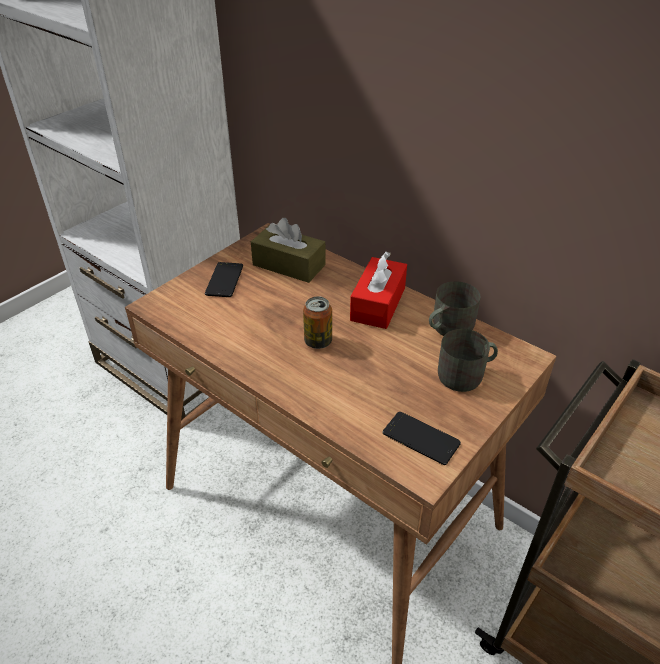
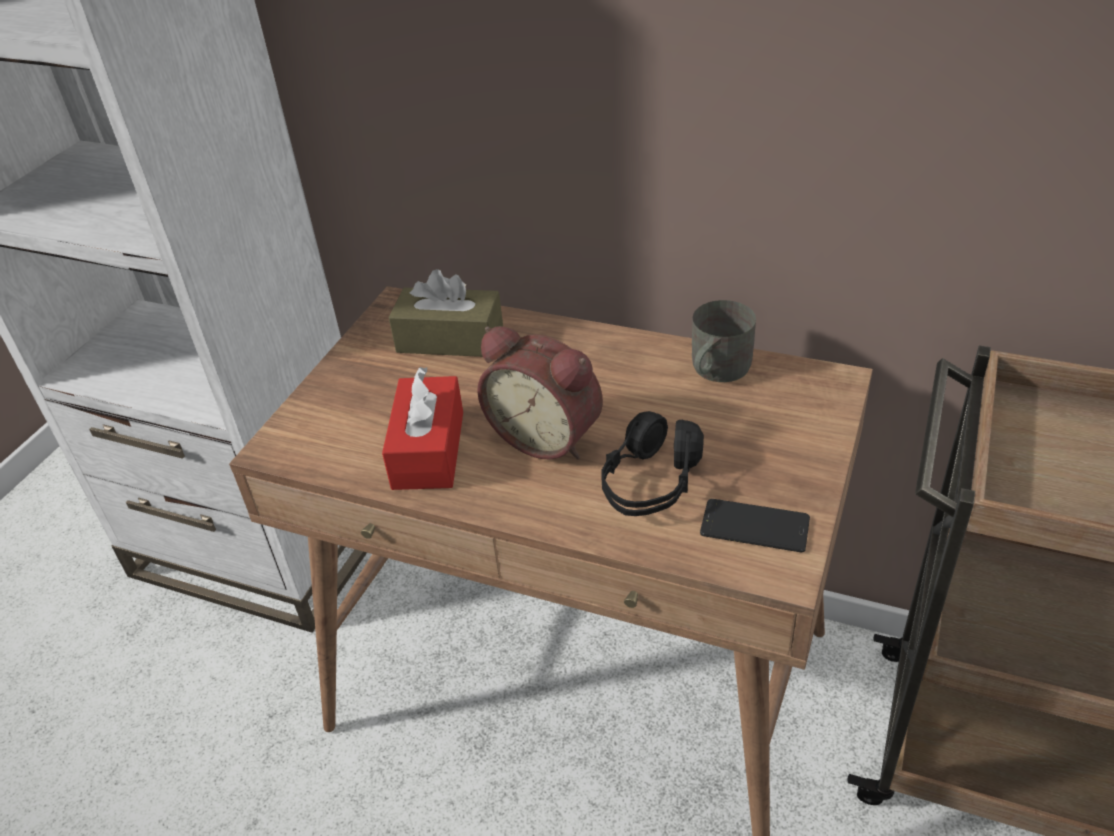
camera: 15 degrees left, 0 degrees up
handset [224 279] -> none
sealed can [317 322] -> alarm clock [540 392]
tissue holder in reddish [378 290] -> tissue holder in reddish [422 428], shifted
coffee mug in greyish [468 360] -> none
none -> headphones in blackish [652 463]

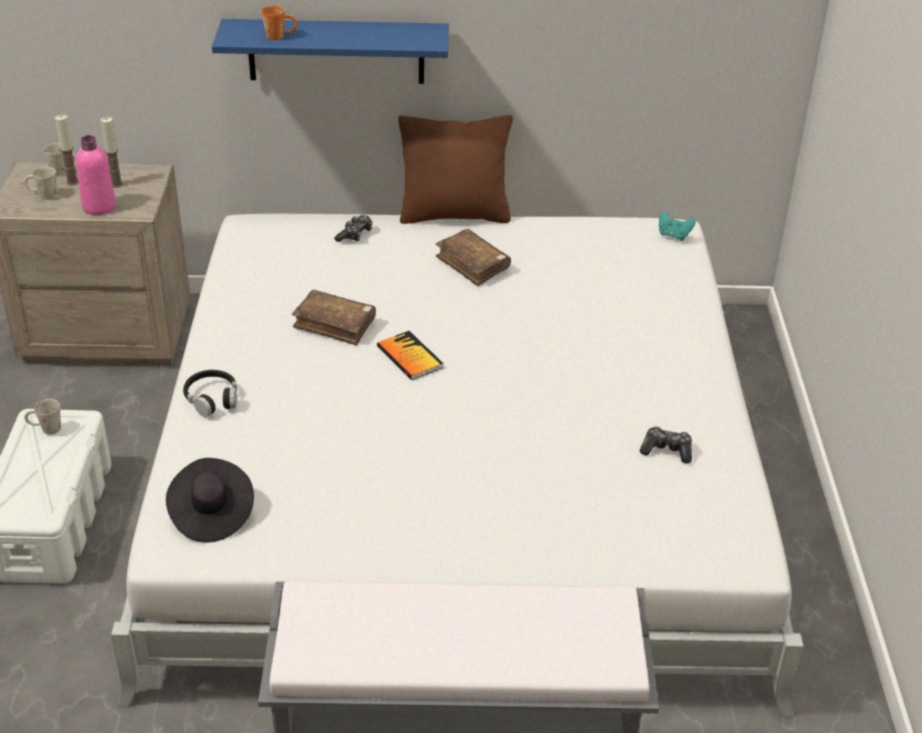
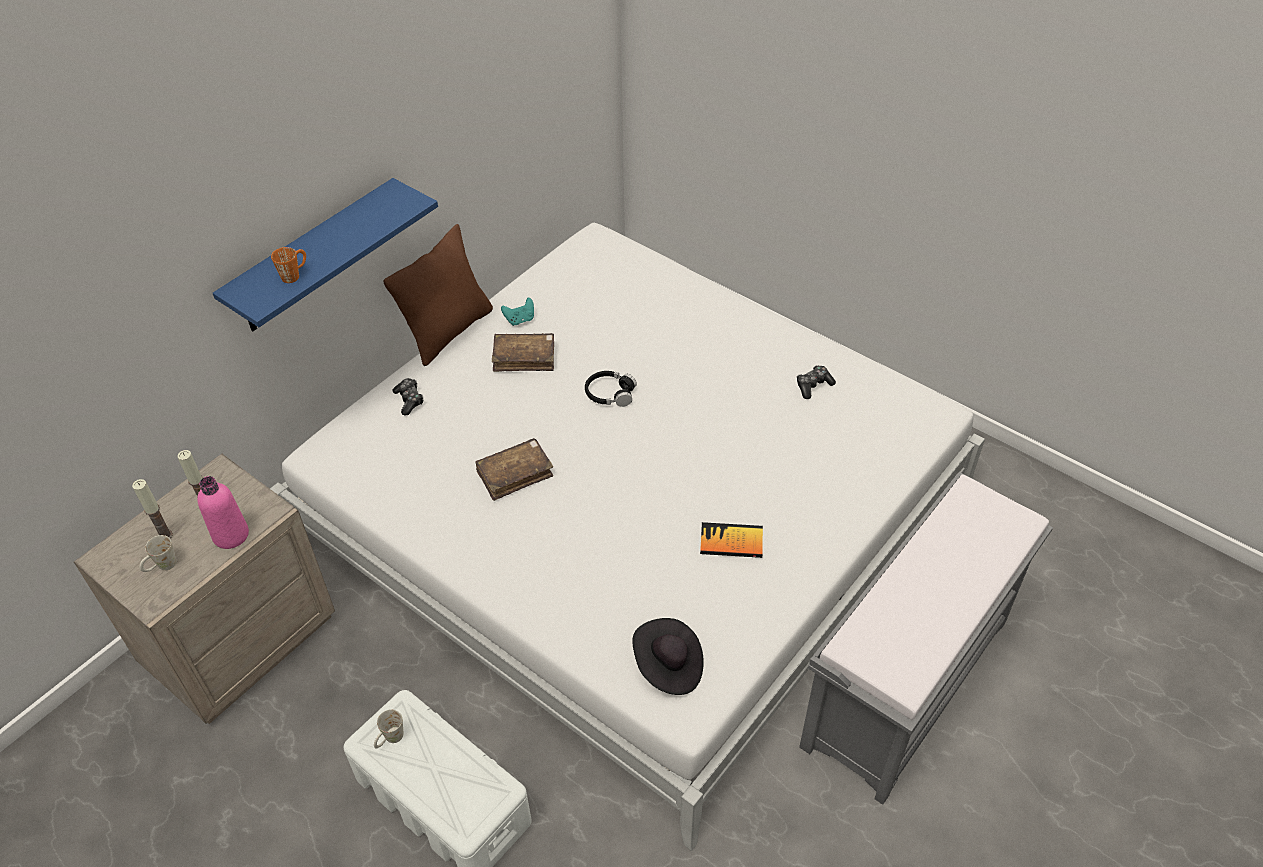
camera: 50 degrees left, 10 degrees up
coffee mug in whitish [60 159] -> none
headphones in blackish [210 393] -> headphones in blackish [611 389], shifted
bound book [410 355] -> bound book [731 540], shifted
gamepad in turquoise [677 226] -> gamepad in turquoise [517 312], shifted

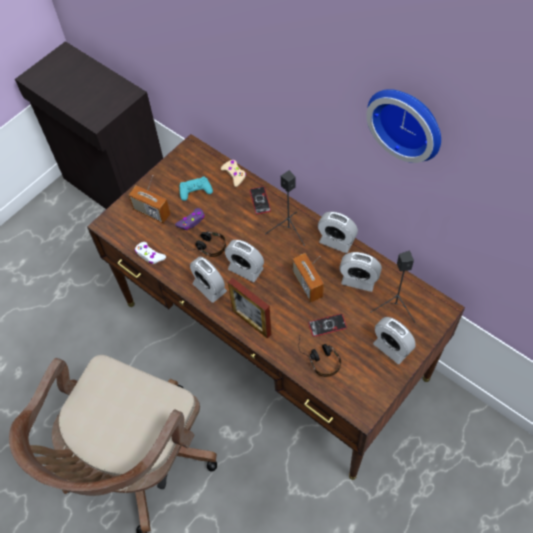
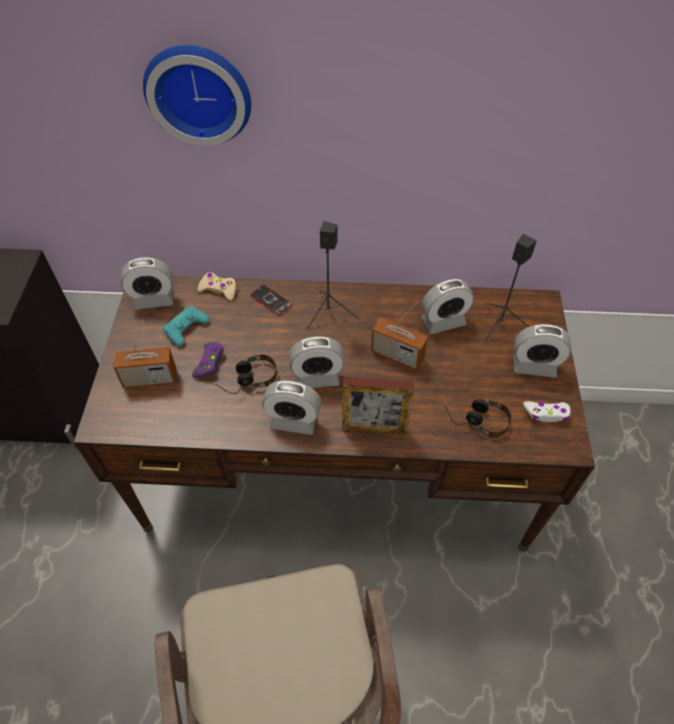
camera: 40 degrees left, 5 degrees down
gamepad in whitish [150 253] -> gamepad in whitish [547 411], shifted
handset [327 325] -> none
alarm clock [338 232] -> alarm clock [147 283], shifted
clock on the wall [403 126] -> clock on the wall [197 95], shifted

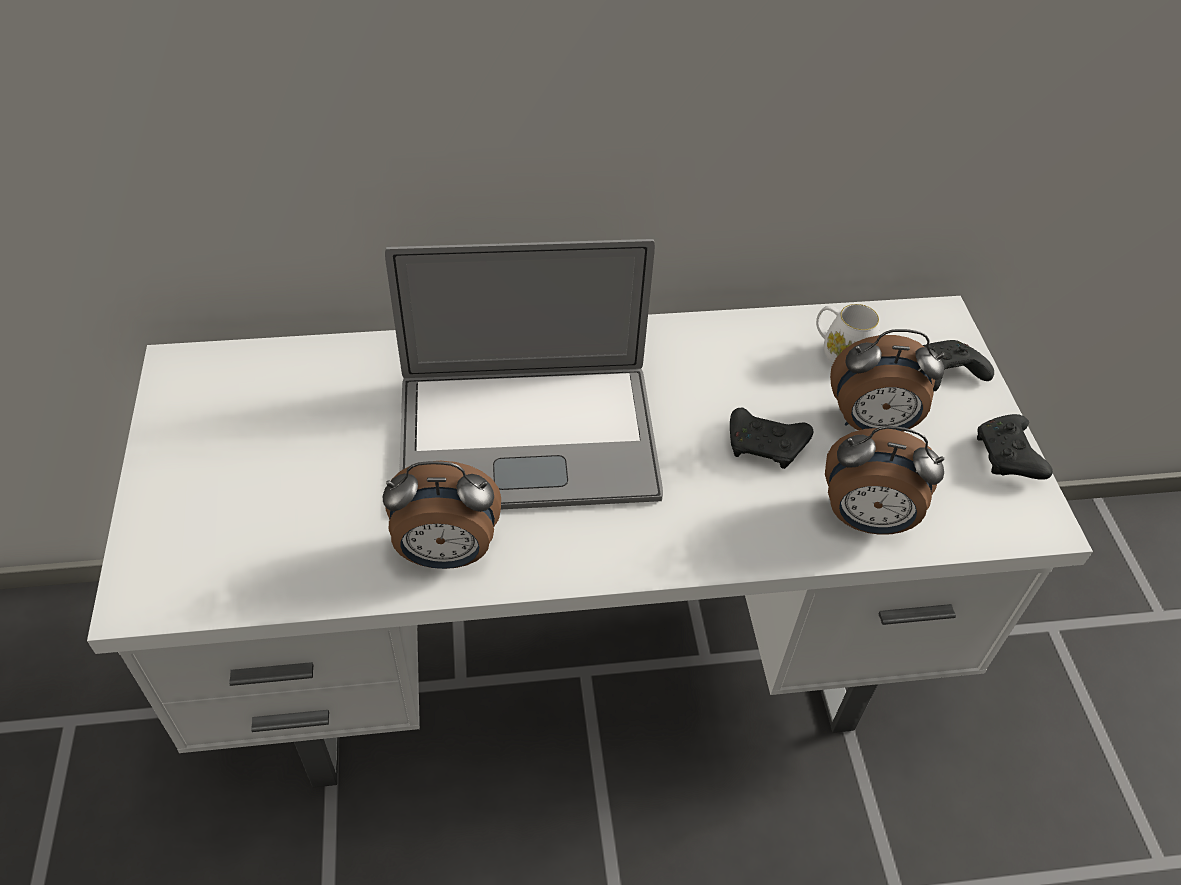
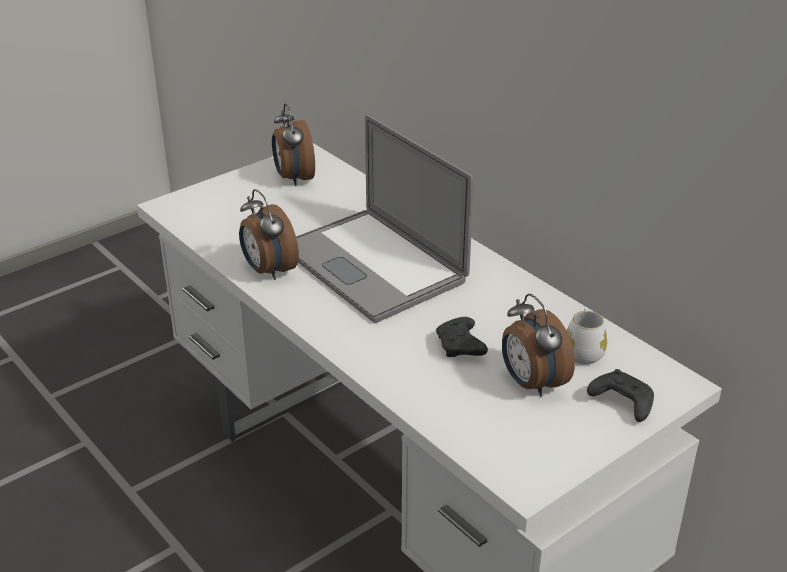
camera: 60 degrees right, 15 degrees down
alarm clock [884 480] -> alarm clock [293 144], shifted
gamepad in blackish [1015 447] -> none

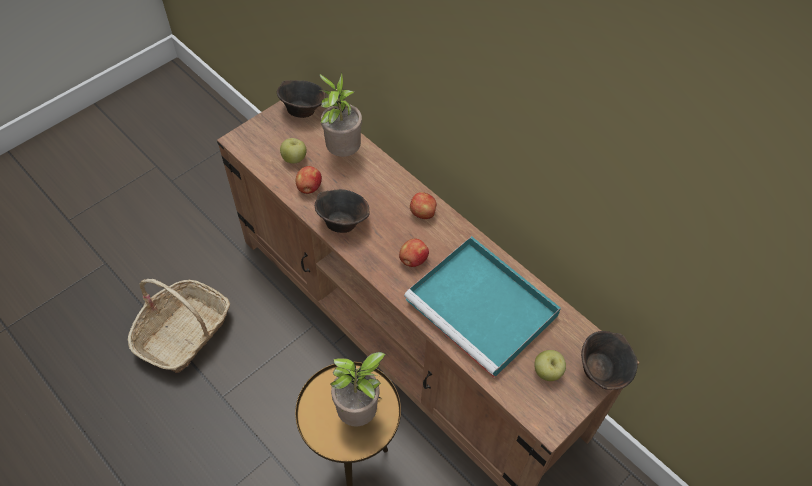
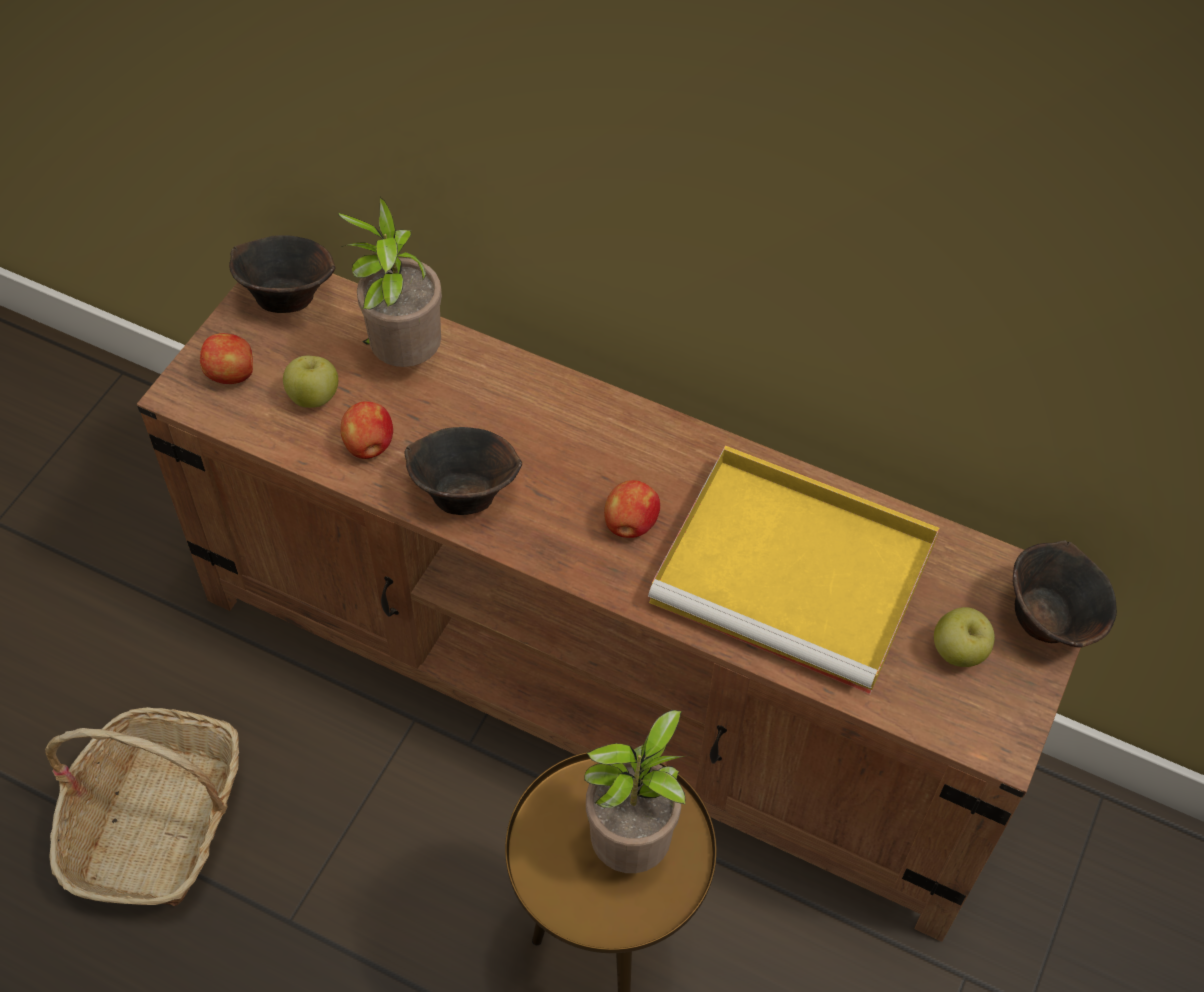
camera: 20 degrees left, 0 degrees up
tray in turquoise [482 307] -> tray in yellow [794 569]
apple fruit [423 205] -> apple fruit [226 358], shifted

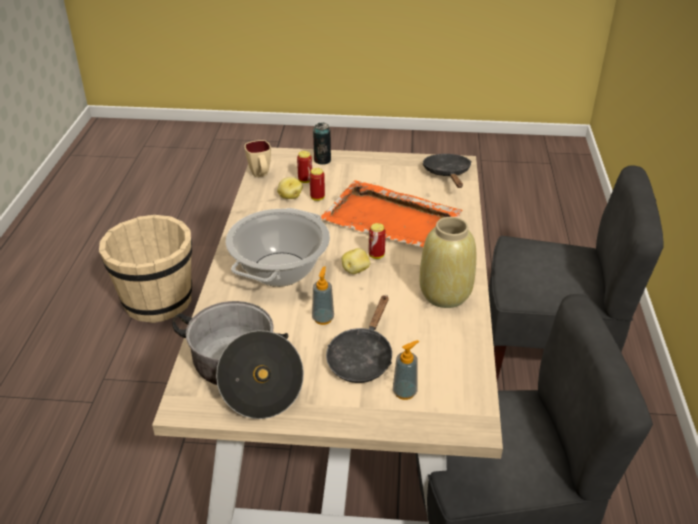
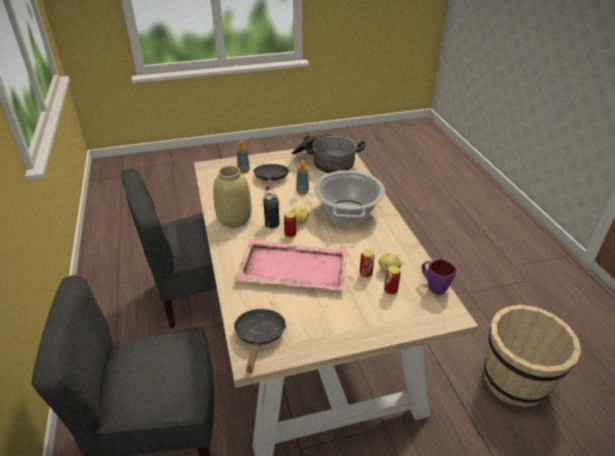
camera: 160 degrees right, 0 degrees up
coffee mug in sand-coloured [258 158] -> coffee mug in purple-coloured [439 277]
sealed can [322 144] -> sealed can [272 210], shifted
tray in orange-coloured [392 213] -> tray in pink [291 265]
frying pan in blackish [447 171] -> frying pan in blackish [260 341], 150 degrees counterclockwise

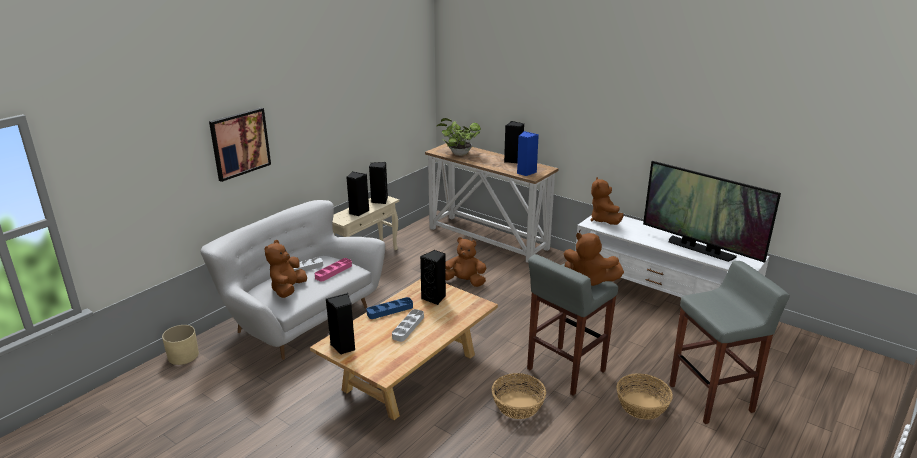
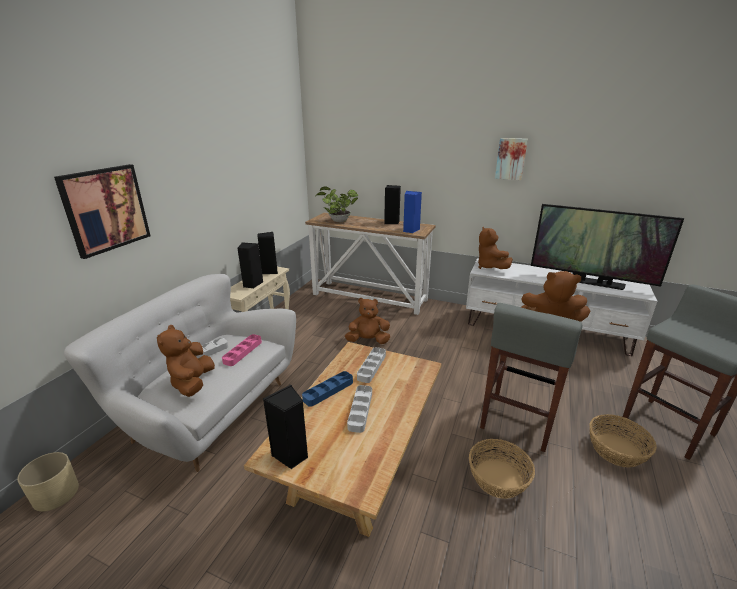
camera: 15 degrees left, 0 degrees up
speaker in blackish [433 277] -> tray in greyish [371 365]
none -> picture [511 159]

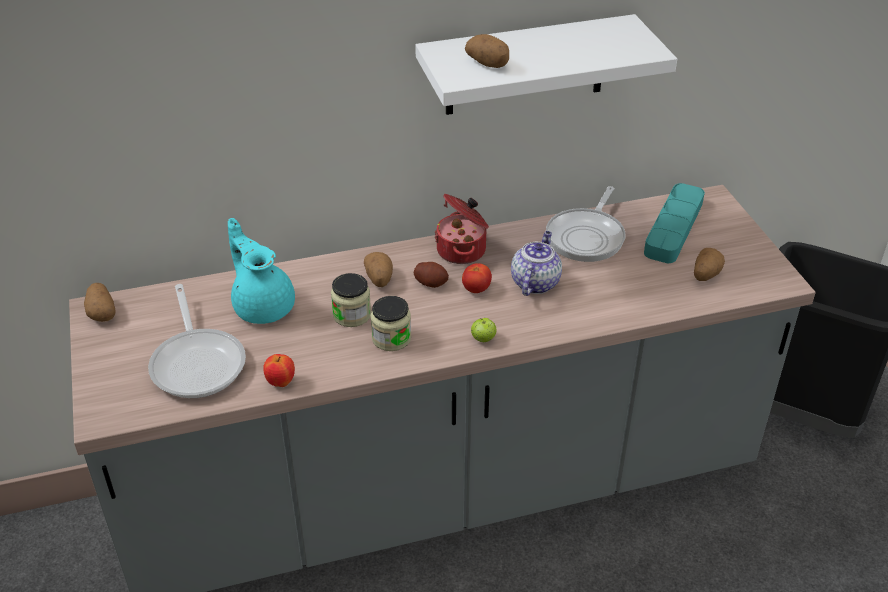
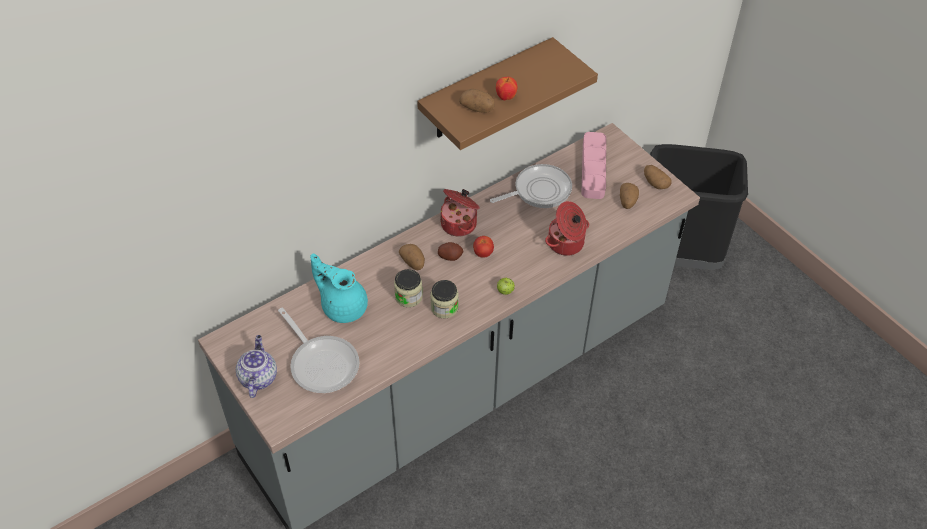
camera: 20 degrees left, 10 degrees up
potato [100 302] -> potato [658 177], shifted
apple fruit [279 370] -> apple fruit [506 88], shifted
bracket shelf in whitish [546 64] -> bracket shelf in brown [507 93]
tea pot [536 263] -> tea pot [256 366], shifted
frying pan [585 224] -> frying pan [531 186], 120 degrees counterclockwise
tray in turquoise [674 223] -> tray in pink [593 165]
none -> stockpot [567 228]

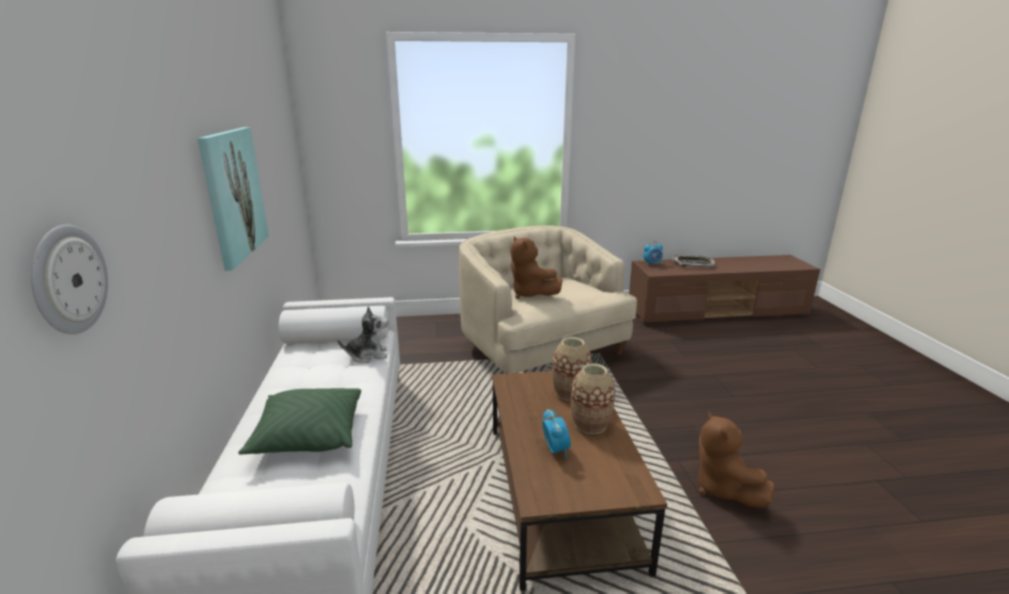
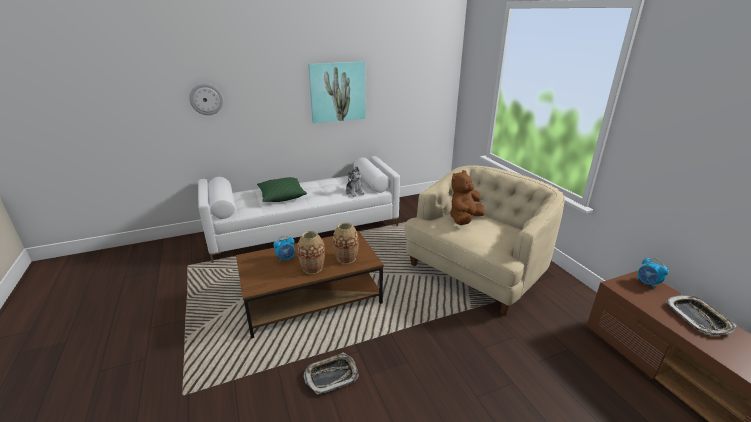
camera: 75 degrees right, 5 degrees up
cuddly toy in brown [736 459] -> tray [331 374]

